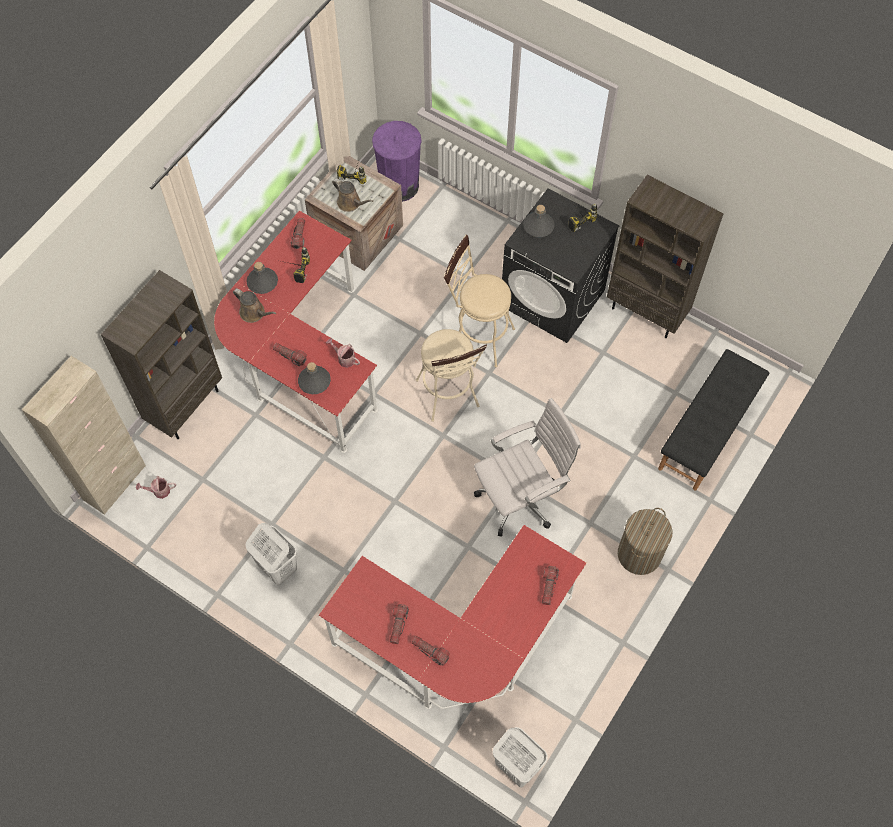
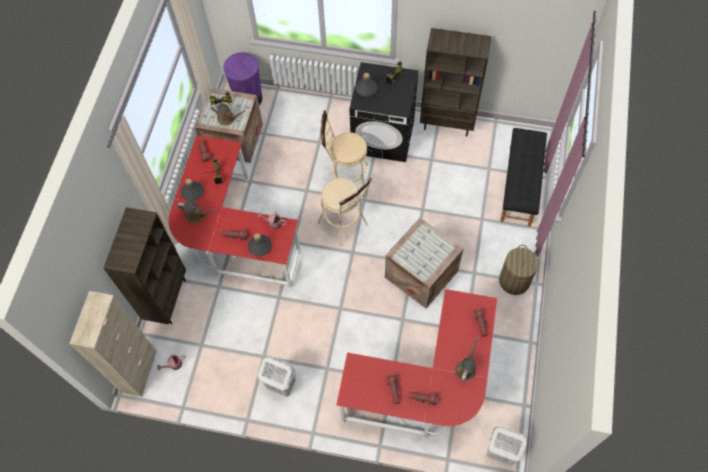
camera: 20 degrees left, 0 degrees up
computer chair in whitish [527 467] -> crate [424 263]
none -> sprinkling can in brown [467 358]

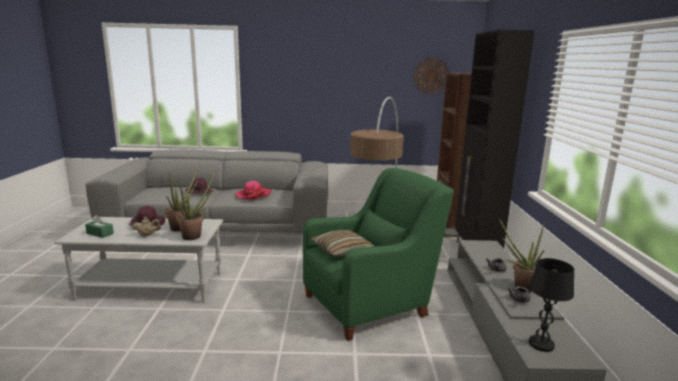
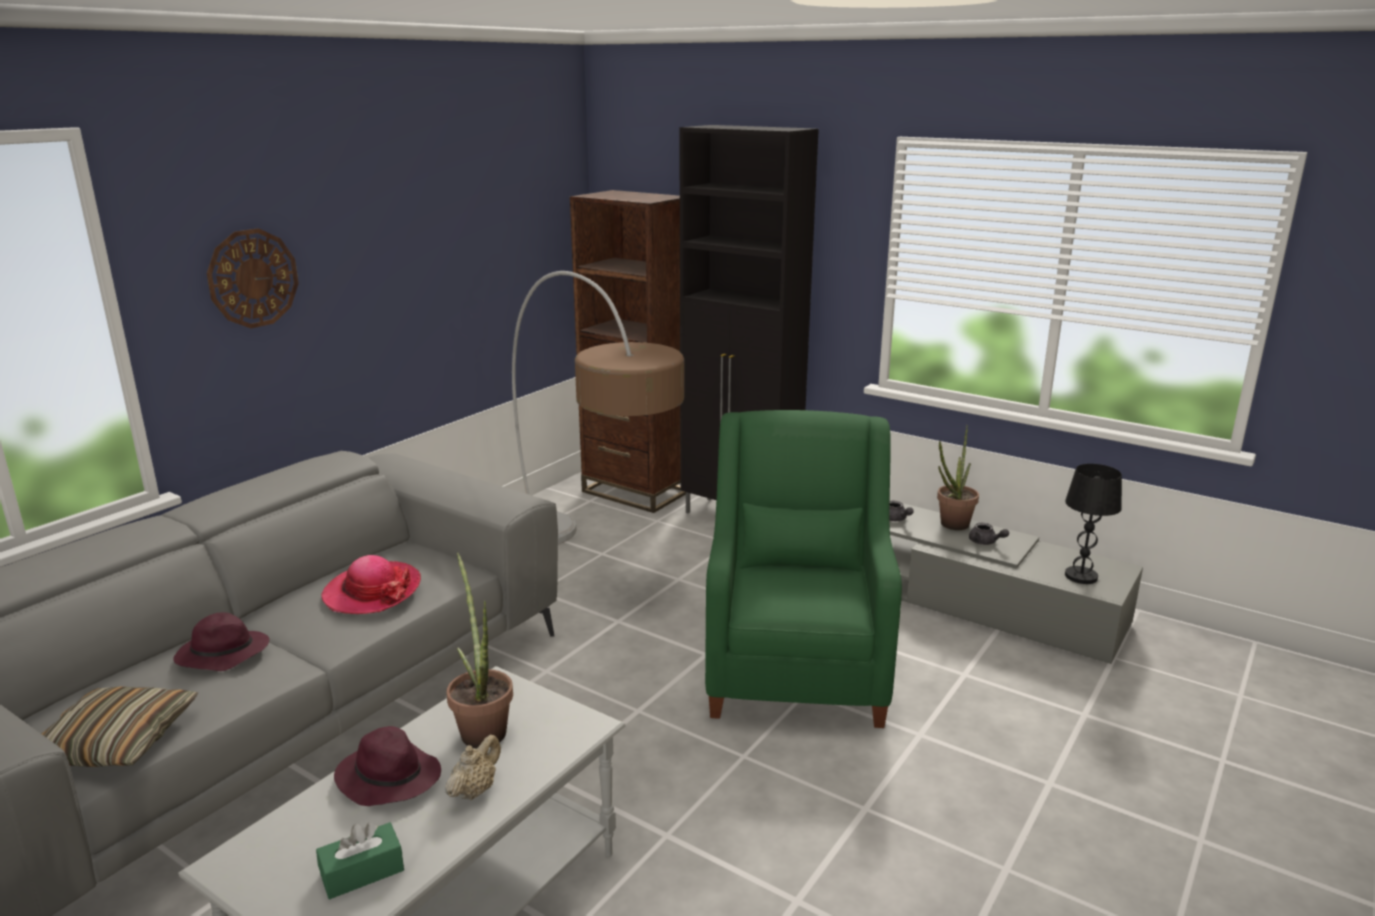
camera: 55 degrees left, 5 degrees up
houseplant [196 205] -> none
cushion [342 243] -> cushion [120 727], shifted
clock on the wall [431 76] -> clock on the wall [253 278], shifted

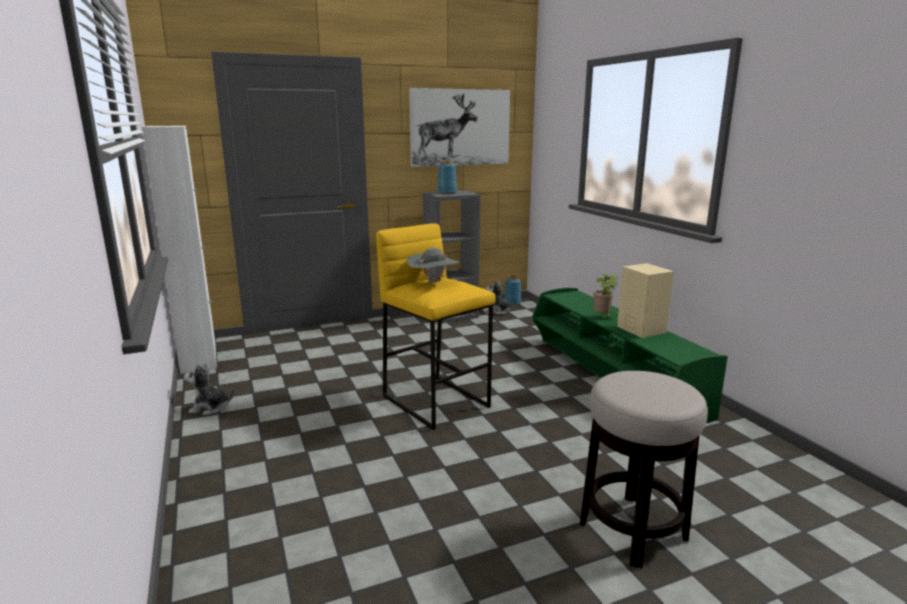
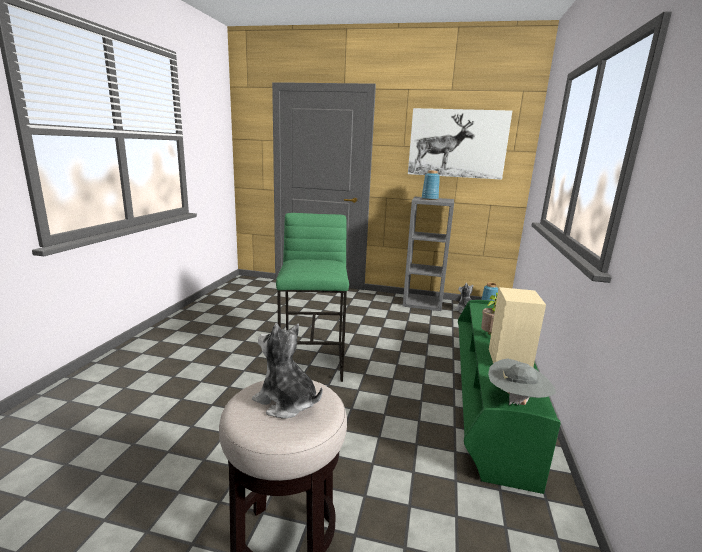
camera: 35 degrees right, 0 degrees up
cupboard in whitish [179 250] -> none
cuddly toy [209 389] -> cuddly toy [287 371], shifted
stool seat in yellow [436 326] -> stool seat in green [312 297]
wearable hat in greyish [432 266] -> wearable hat in greyish [522 381], shifted

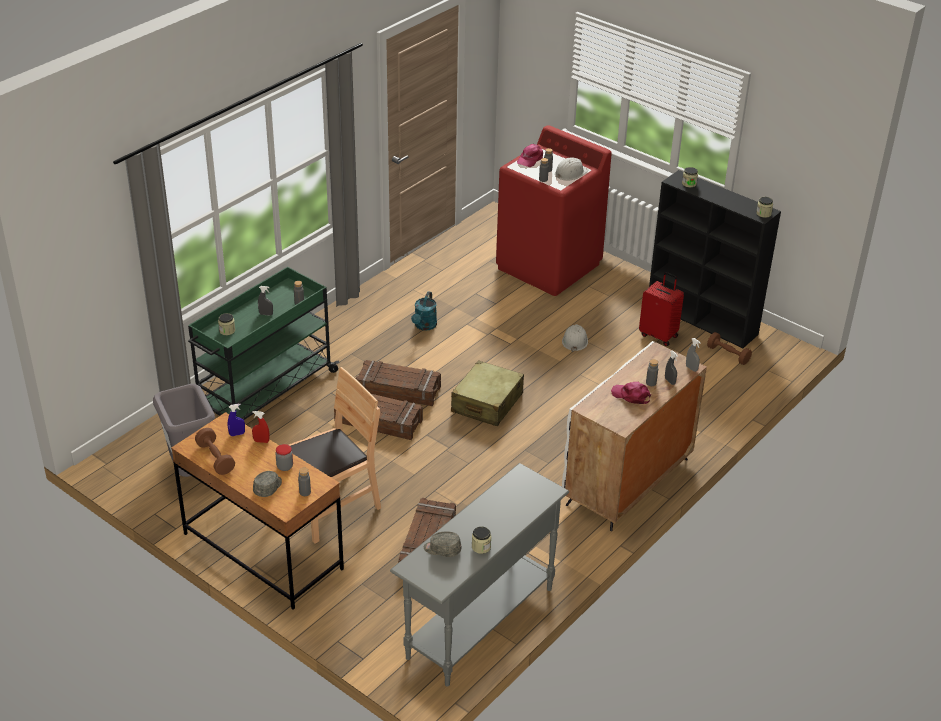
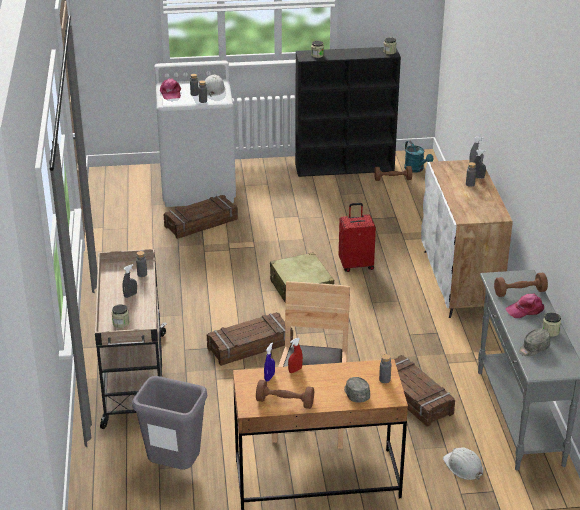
camera: 45 degrees left, 5 degrees down
cart in green [264 343] -> cart in sand-coloured [131 339]
jar [284 457] -> none
crate [398 383] -> crate [201 217], shifted
sprinkling can in turquoise [424 311] -> sprinkling can in turquoise [418 157], shifted
laundry machine in reddish [554 210] -> laundry machine in whitish [195 133]
work helmet in whitish [575 338] -> work helmet in whitish [463 464], shifted
baseball cap in pink [631 393] -> baseball cap in pink [524 305], shifted
piece of luggage in reddish [661 309] -> piece of luggage in reddish [357 237], shifted
none -> hand weight in brown [521 285]

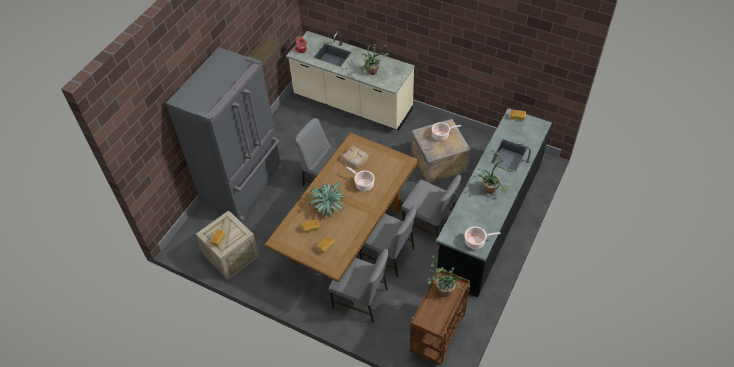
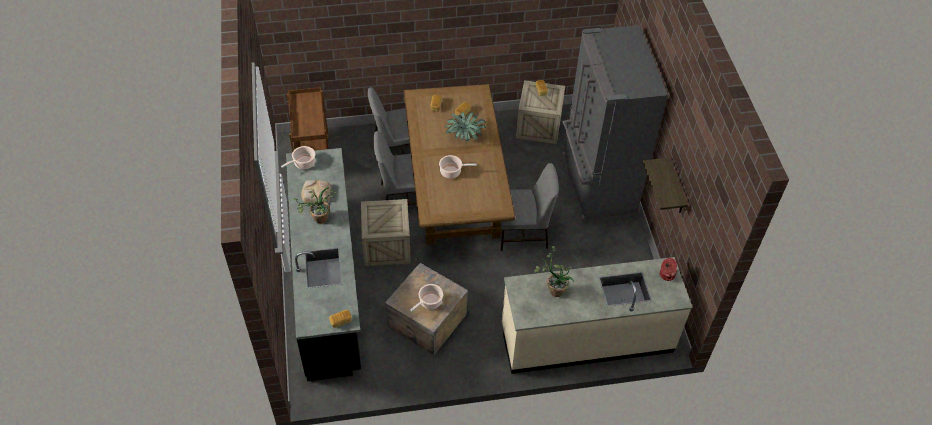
camera: 140 degrees right, 0 degrees up
bread [354 157] -> bread [316 191], shifted
upright chair in greyish [431 210] -> crate [386 232]
houseplant [445 276] -> none

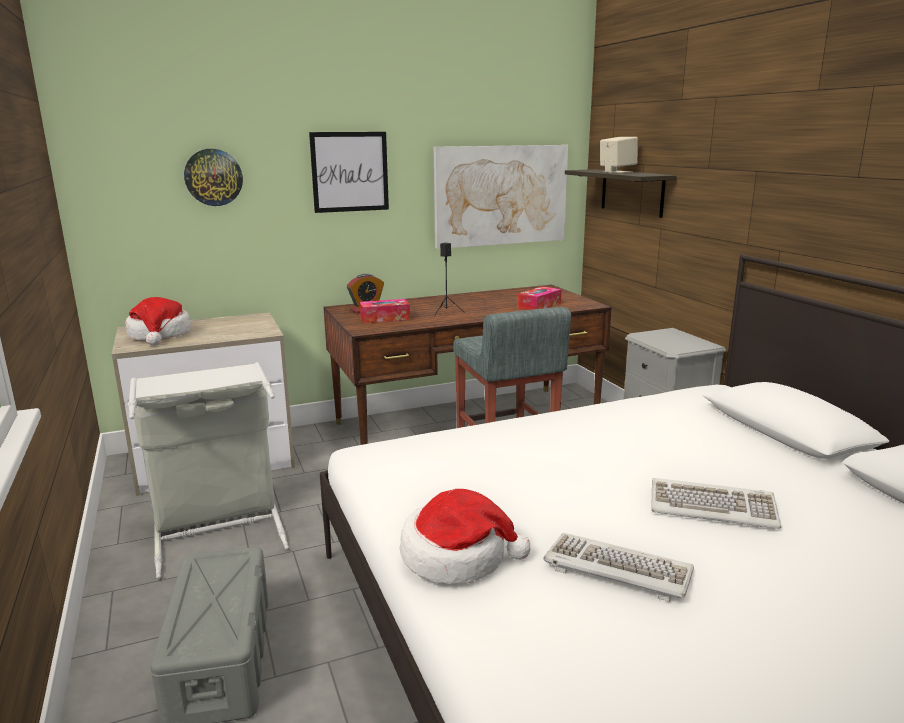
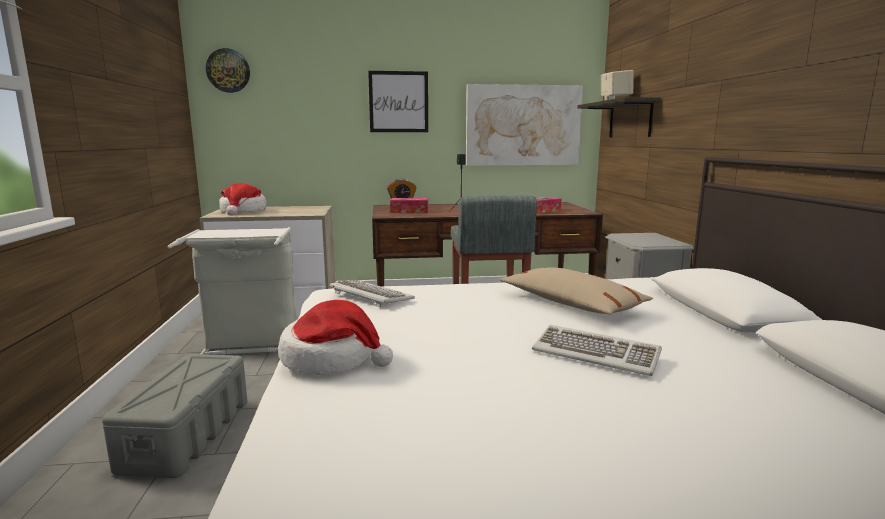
camera: 15 degrees right, 5 degrees down
clock on the wall [213 177] -> clock on the wall [228 70], shifted
PC keyboard [618 567] -> PC keyboard [372 293], shifted
none -> cushion in sand-coloured [576 291]

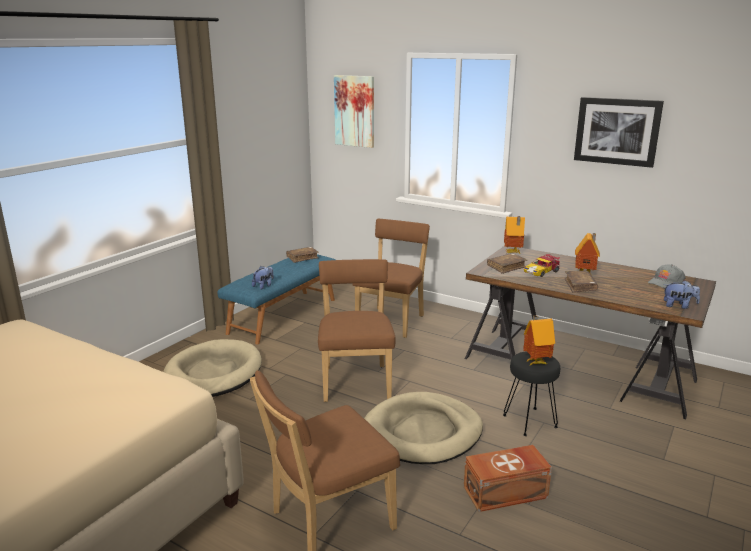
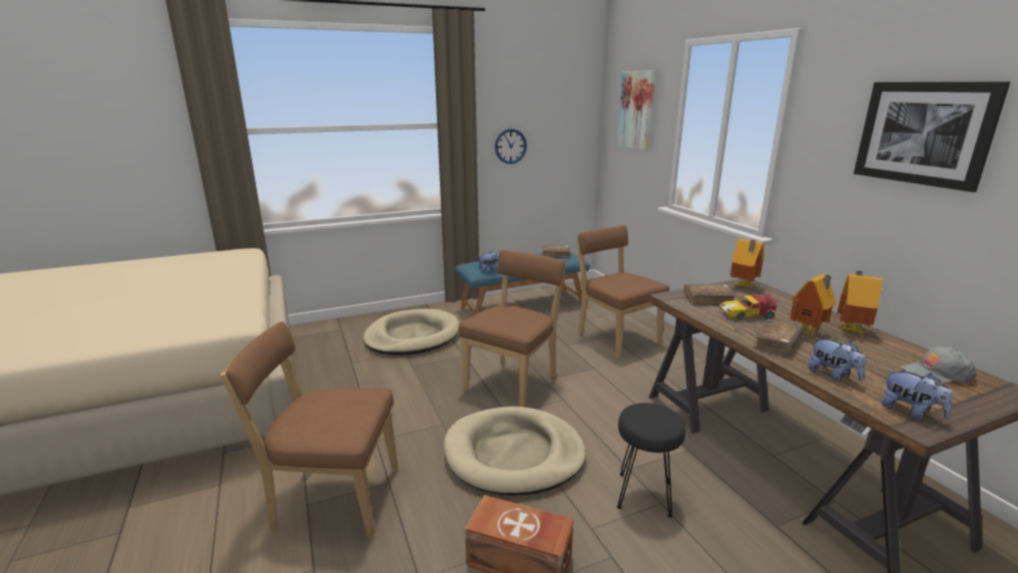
camera: 35 degrees right, 0 degrees up
upright chair in brown [391 278] -> upright chair in brown [622 291], 90 degrees counterclockwise
miniature house [539 340] -> miniature house [860 302], shifted
none -> clock on the wall [511 146]
none -> cuddly toy [837 360]

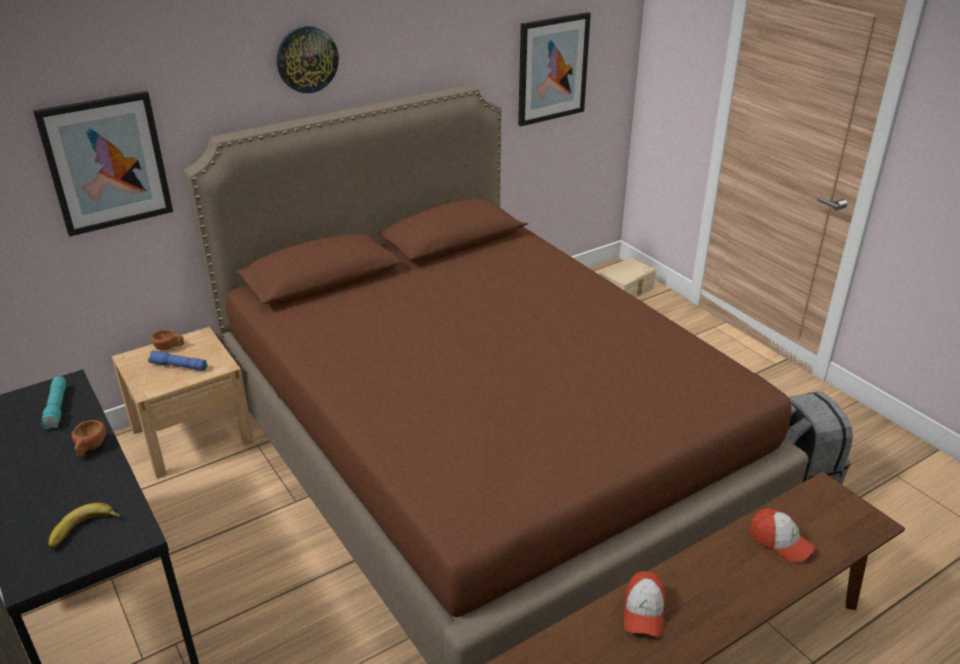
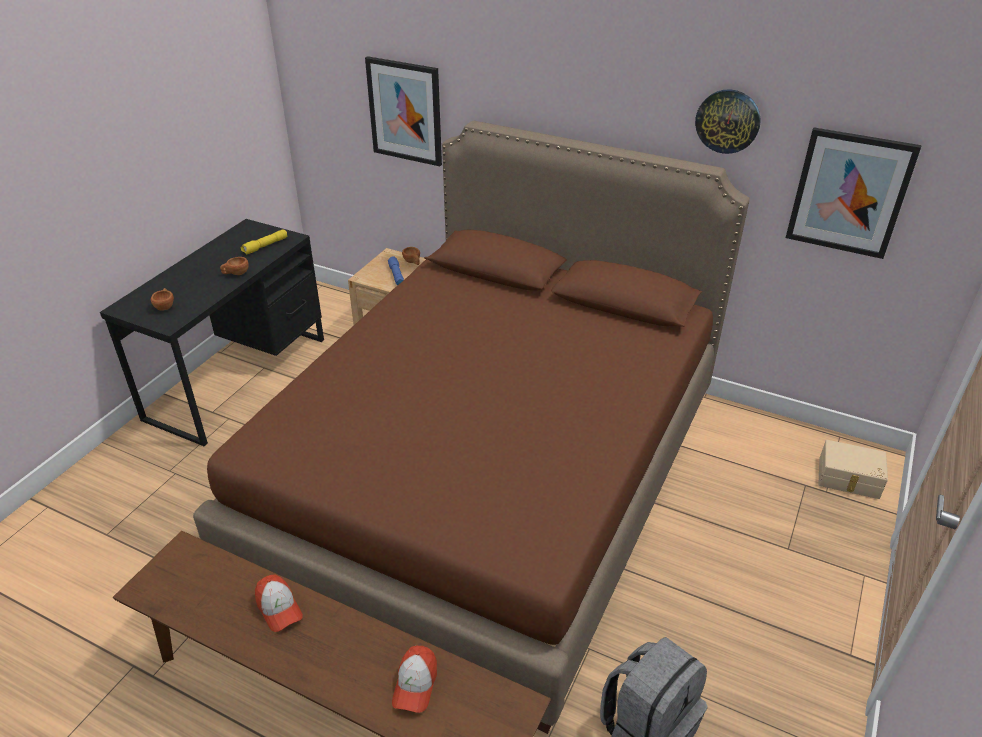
camera: 60 degrees right, 5 degrees up
hand torch in turquoise [53 402] -> hand torch in yellow [264 241]
banana [84 525] -> drinking cup in brown [162 299]
clock on the wall [307 59] -> clock on the wall [728 121], shifted
baseball cap [644 604] -> baseball cap [279 603], 105 degrees counterclockwise

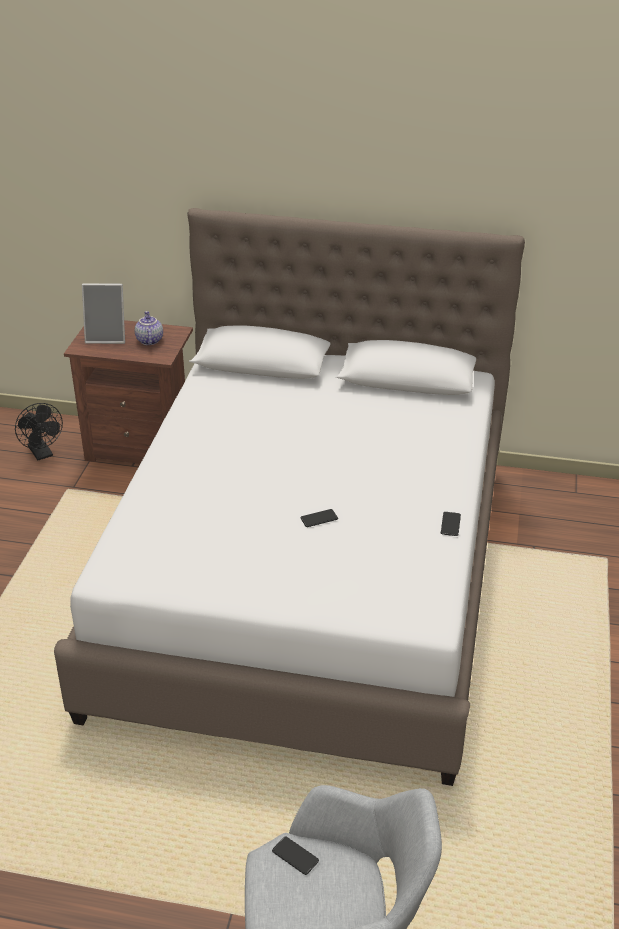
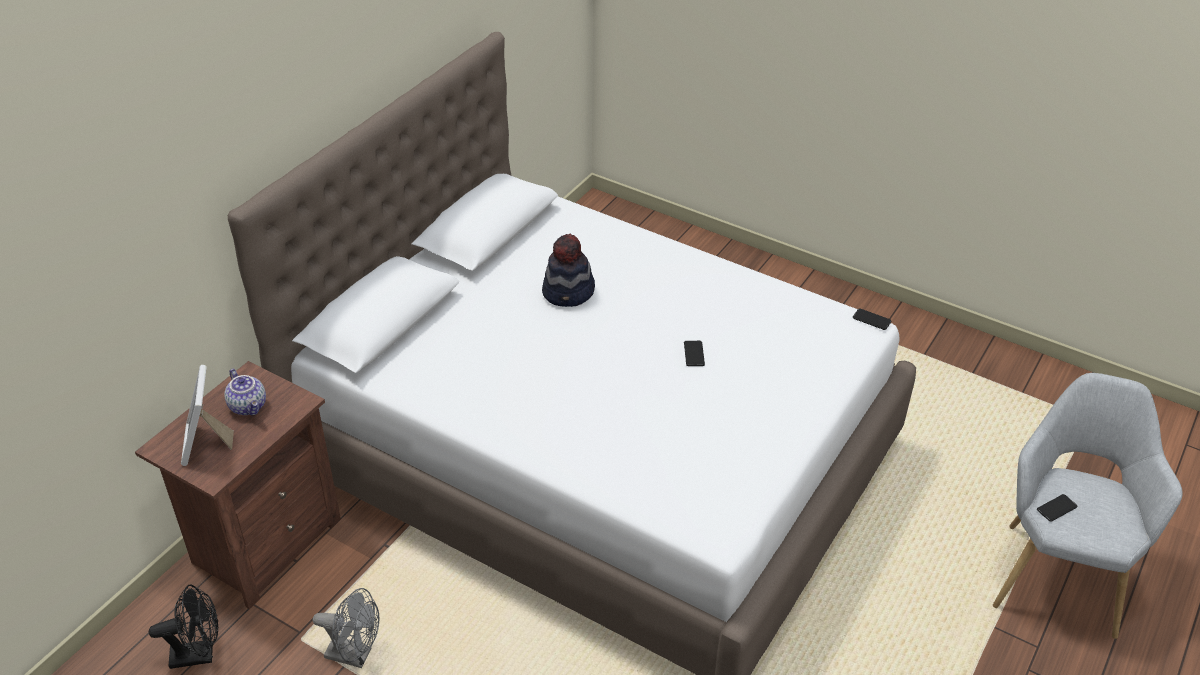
camera: 70 degrees left, 5 degrees up
standing frame [103 314] -> standing frame [207 415], 150 degrees clockwise
tea pot [149 328] -> tea pot [245 392], 135 degrees counterclockwise
handset [451 524] -> handset [872 319], shifted
none -> cooling fan in greyish [346 628]
none -> wearable hat [568 270]

